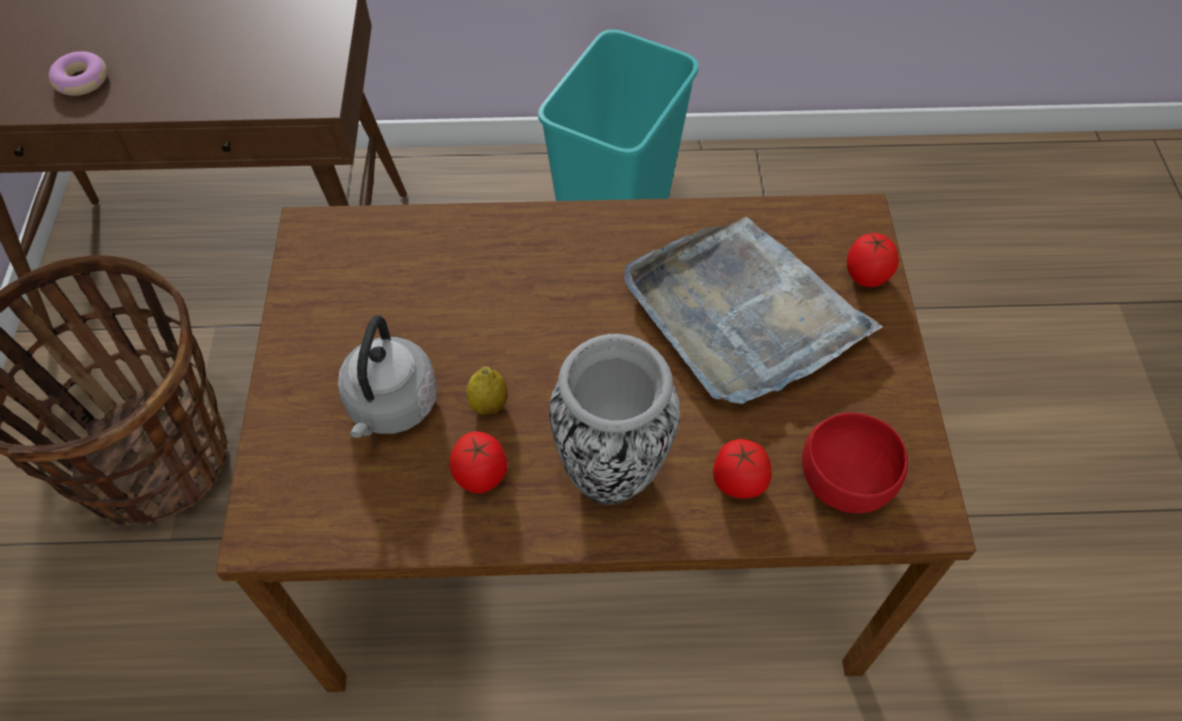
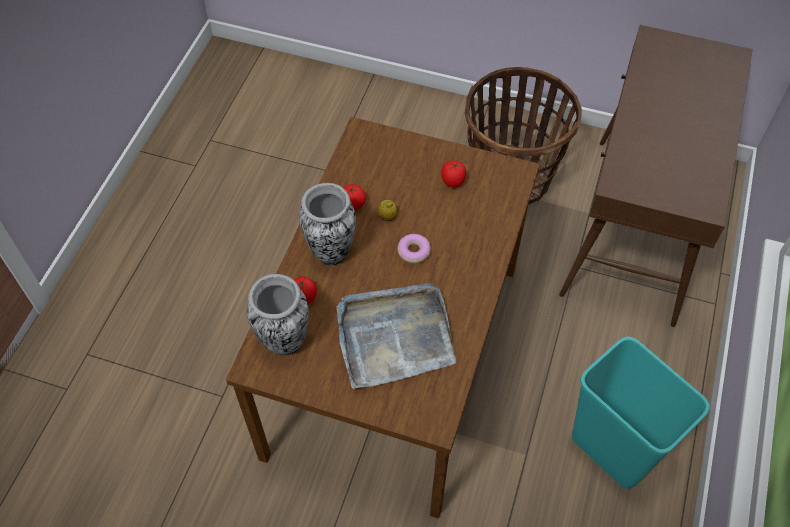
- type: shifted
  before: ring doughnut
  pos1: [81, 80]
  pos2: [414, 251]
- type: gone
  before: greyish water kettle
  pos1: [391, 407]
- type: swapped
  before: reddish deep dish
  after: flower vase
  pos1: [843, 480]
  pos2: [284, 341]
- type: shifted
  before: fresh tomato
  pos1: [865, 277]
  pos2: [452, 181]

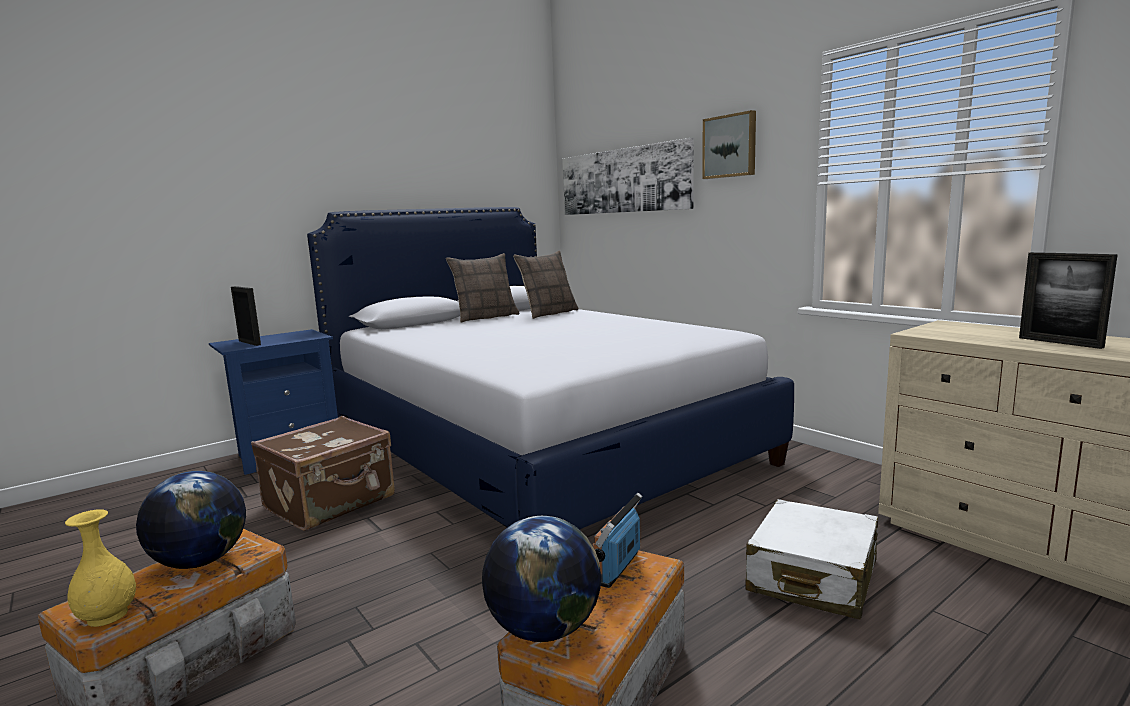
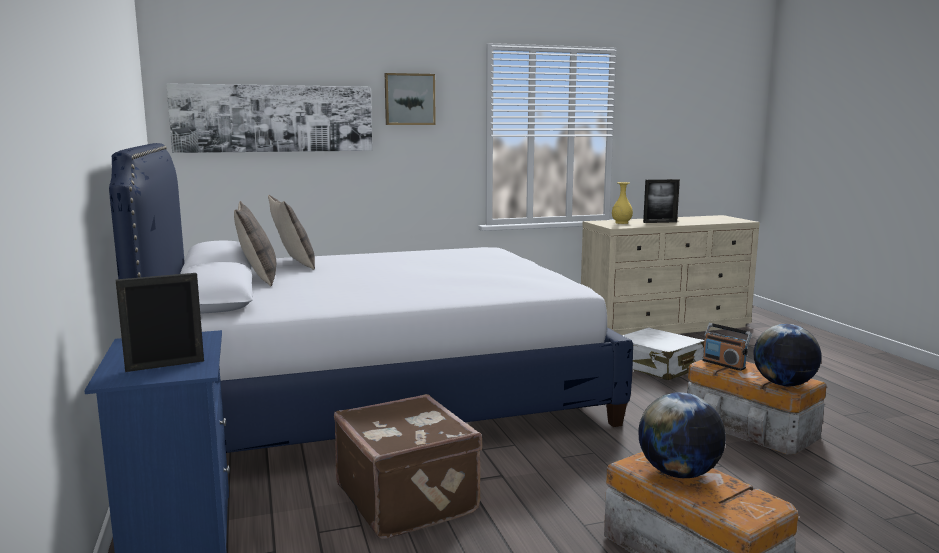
- type: shifted
  before: yellow-coloured flower vase
  pos1: [108, 616]
  pos2: [621, 223]

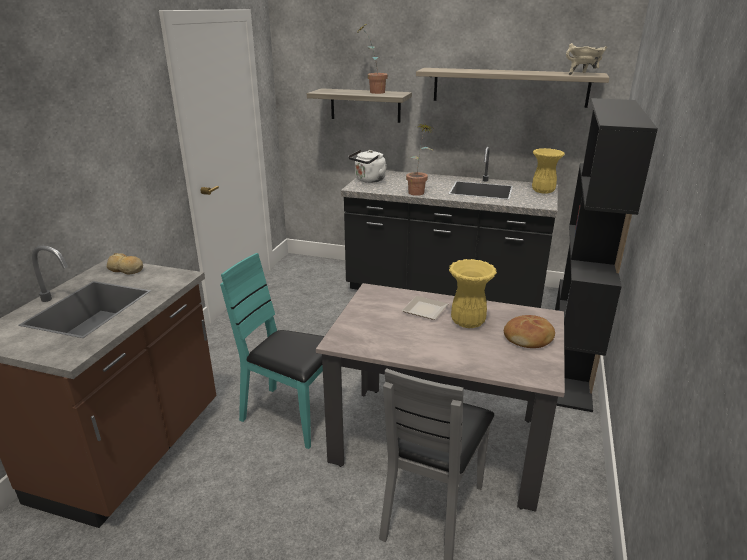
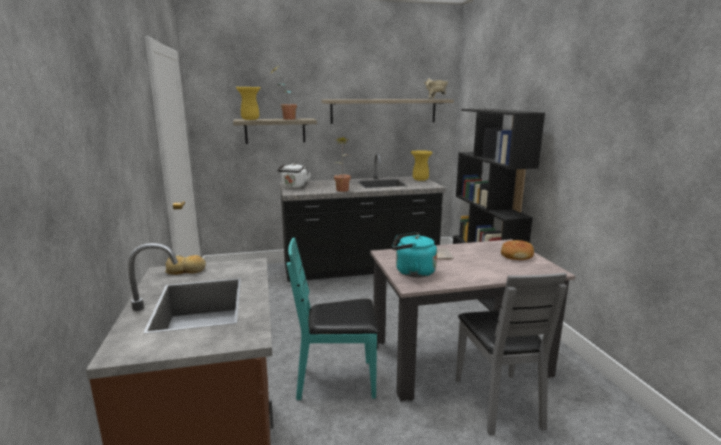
- type: shifted
  before: yellow-coloured flower vase
  pos1: [468, 322]
  pos2: [250, 119]
- type: new
  after: blue-green water kettle
  pos2: [412, 272]

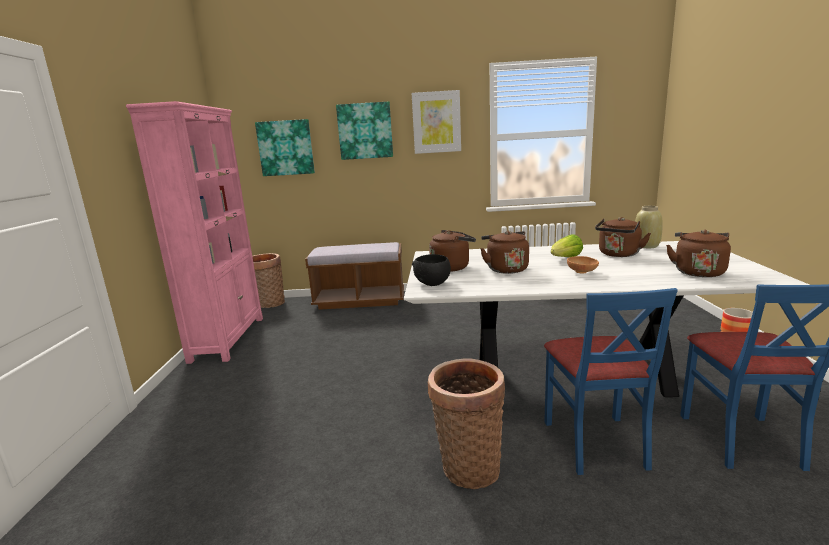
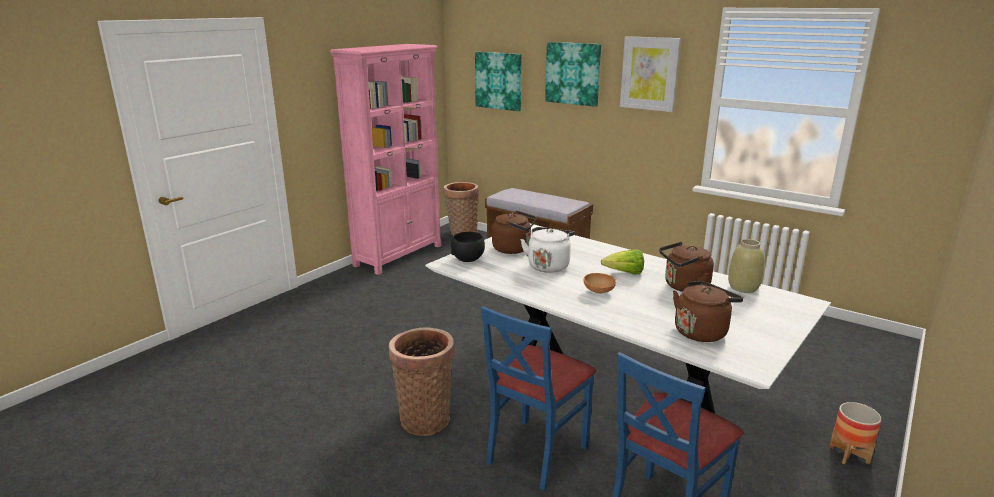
- type: repainted
  before: brown water kettle
  after: white water kettle
  pos1: [505, 269]
  pos2: [548, 265]

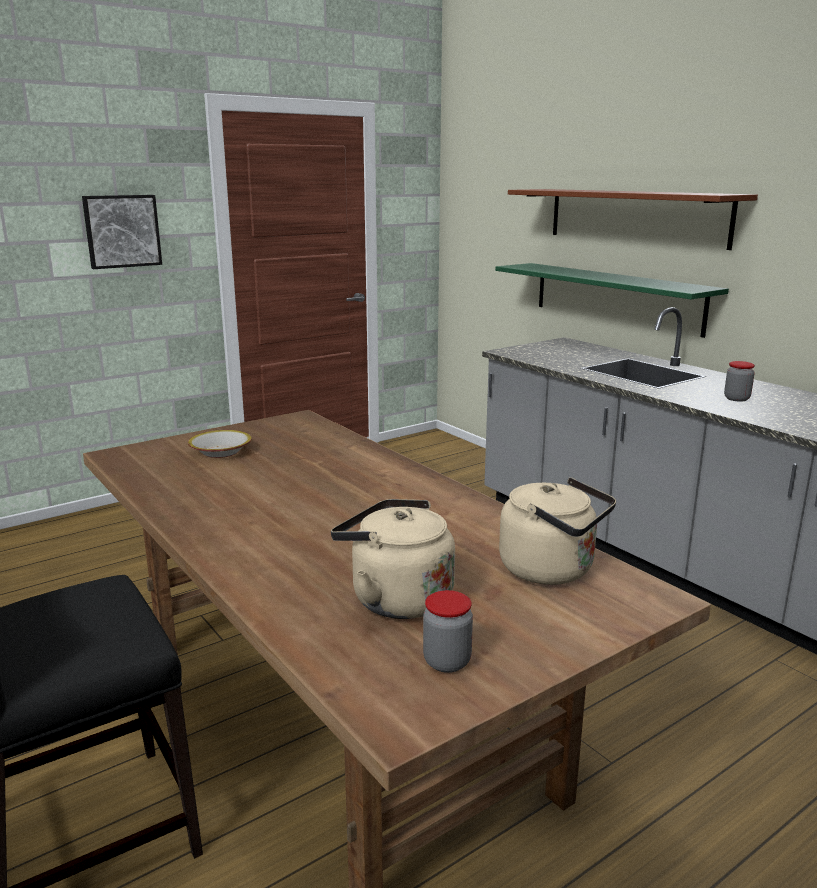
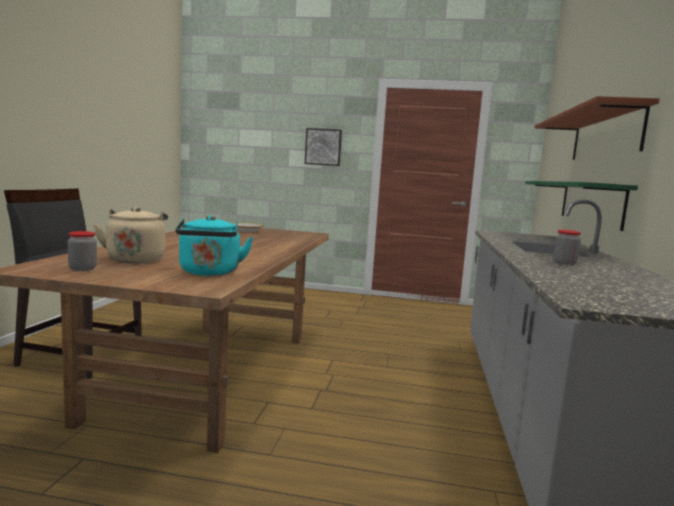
- type: repainted
  before: beige water kettle
  after: blue-green water kettle
  pos1: [552, 570]
  pos2: [210, 273]

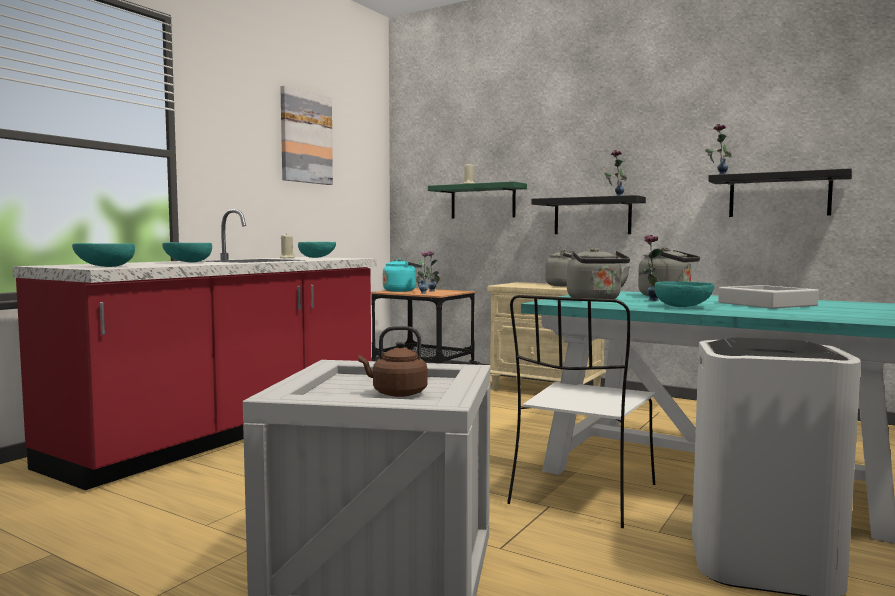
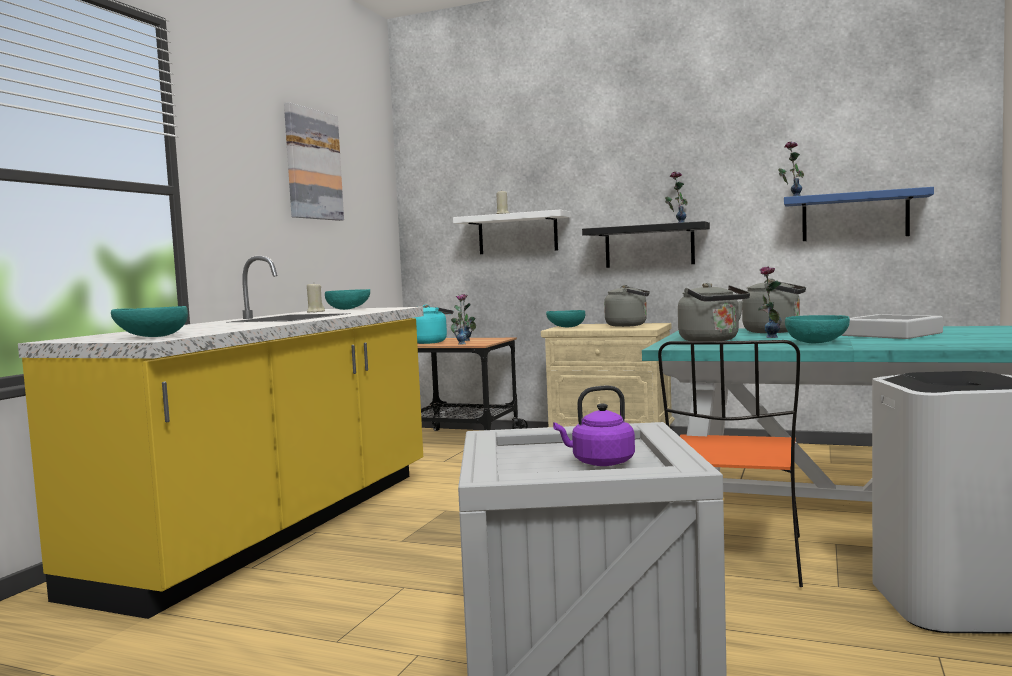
- type: repainted
  before: reddish kitchen counter
  after: yellow-coloured kitchen counter
  pos1: [230, 431]
  pos2: [278, 527]
- type: shifted
  before: blue-green deep dish
  pos1: [187, 262]
  pos2: [565, 327]
- type: repainted
  before: brown water kettle
  after: purple water kettle
  pos1: [396, 393]
  pos2: [599, 462]
- type: repainted
  before: green bracket shelf
  after: white bracket shelf
  pos1: [483, 201]
  pos2: [517, 233]
- type: repainted
  before: white upright chair
  after: orangey upright chair
  pos1: [582, 496]
  pos2: [735, 558]
- type: repainted
  before: black bracket shelf
  after: blue-coloured bracket shelf
  pos1: [779, 195]
  pos2: [854, 216]

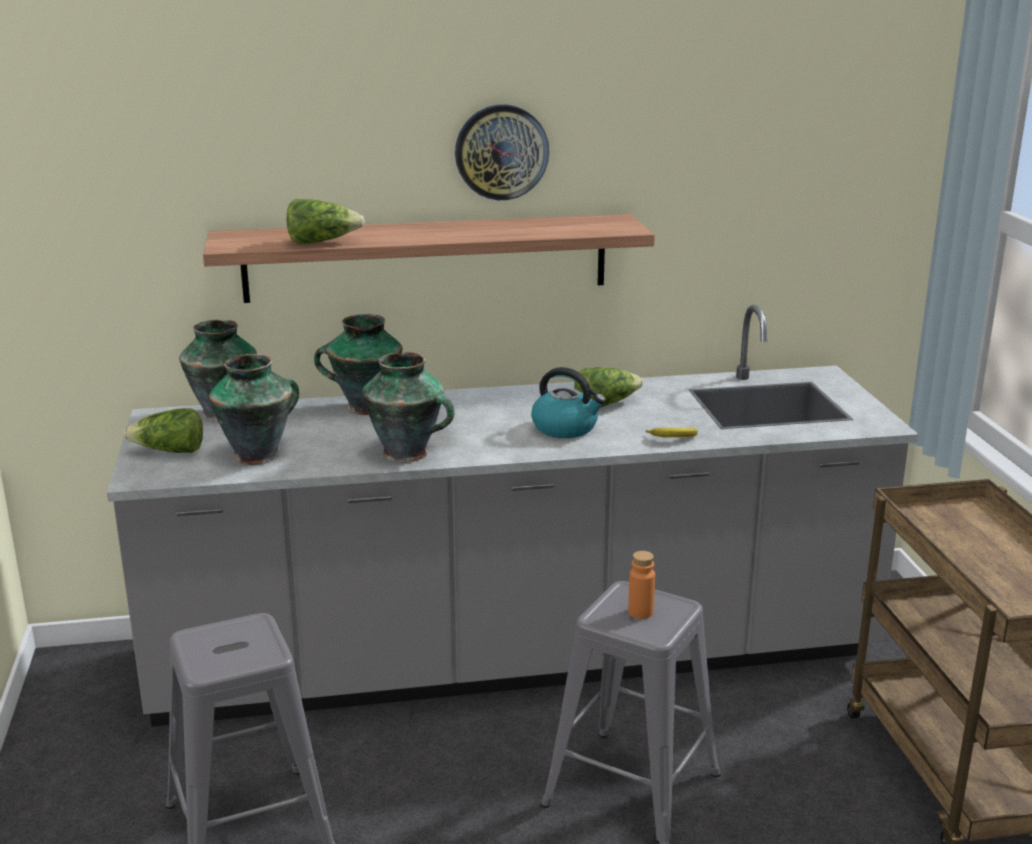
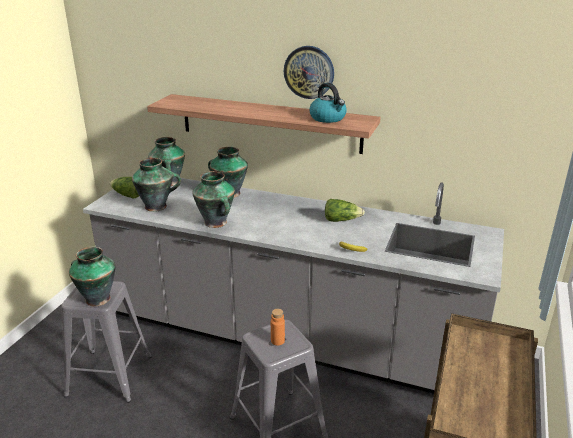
- type: gone
  before: lettuce head
  pos1: [322, 242]
- type: shifted
  before: water kettle
  pos1: [566, 428]
  pos2: [328, 118]
- type: new
  after: flower vase
  pos2: [97, 299]

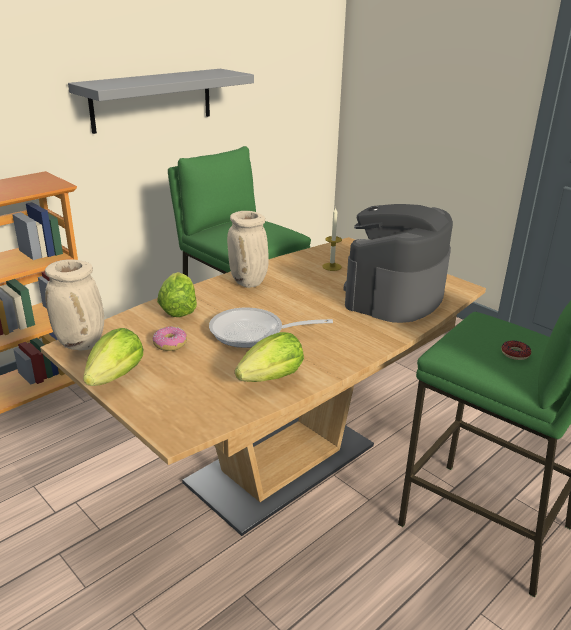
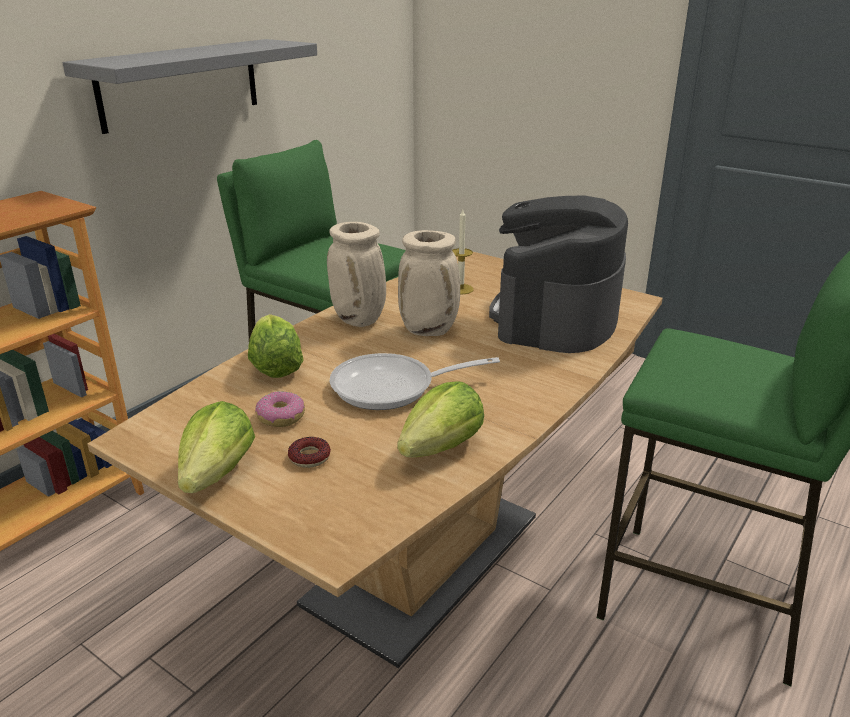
- type: shifted
  before: beige flower vase
  pos1: [82, 344]
  pos2: [430, 330]
- type: shifted
  before: ring doughnut
  pos1: [515, 353]
  pos2: [309, 457]

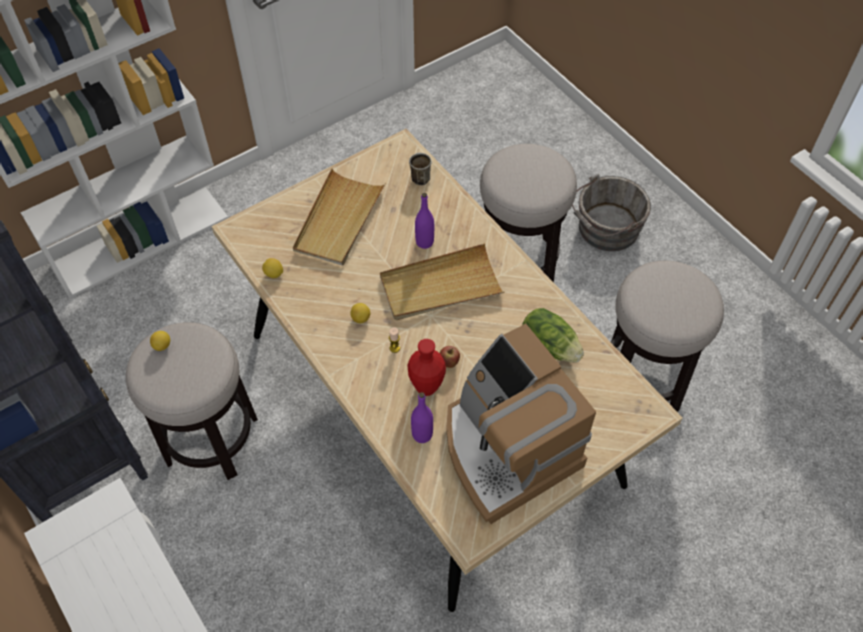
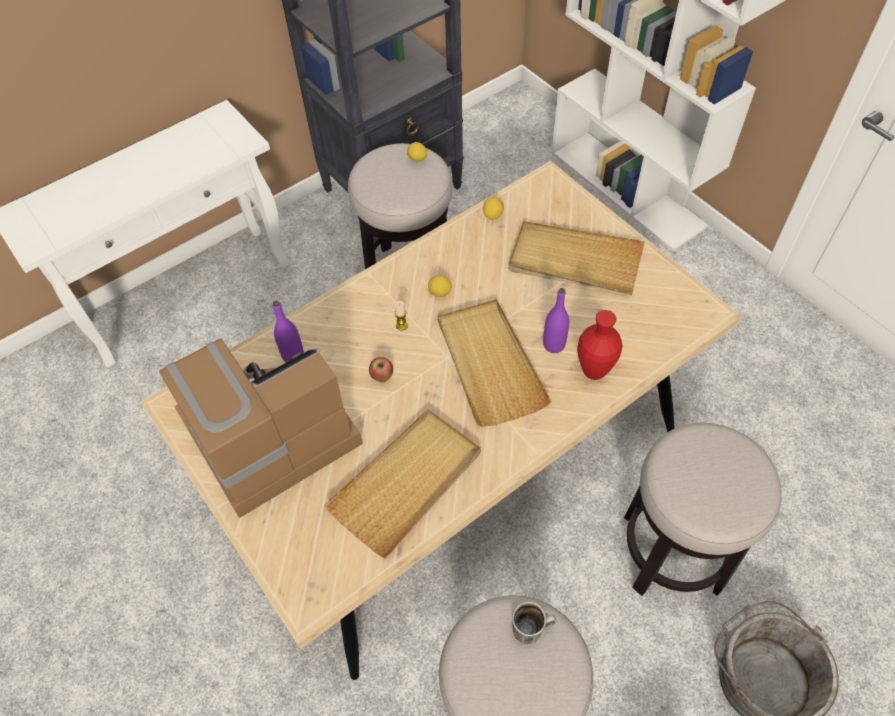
- type: shifted
  before: reddish flower vase
  pos1: [426, 387]
  pos2: [594, 371]
- type: shifted
  before: mug
  pos1: [419, 177]
  pos2: [531, 628]
- type: swapped
  before: lettuce head
  after: beige carrying tray
  pos1: [550, 345]
  pos2: [407, 483]

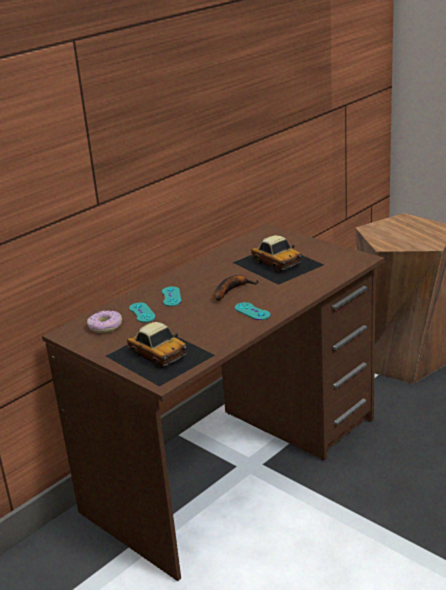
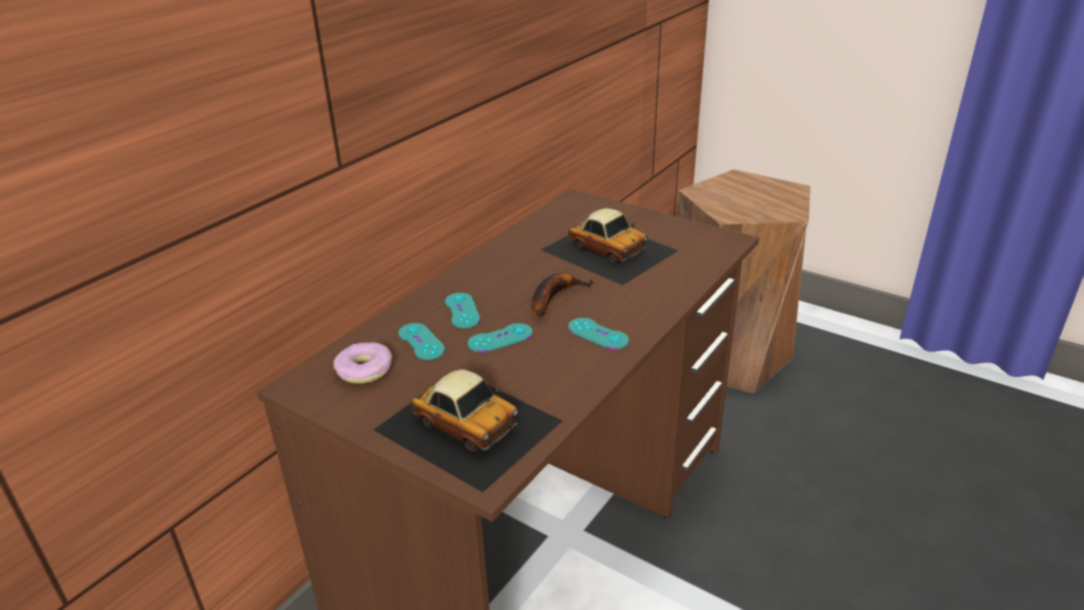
- type: new
  after: blue-green game controller
  pos2: [500, 338]

